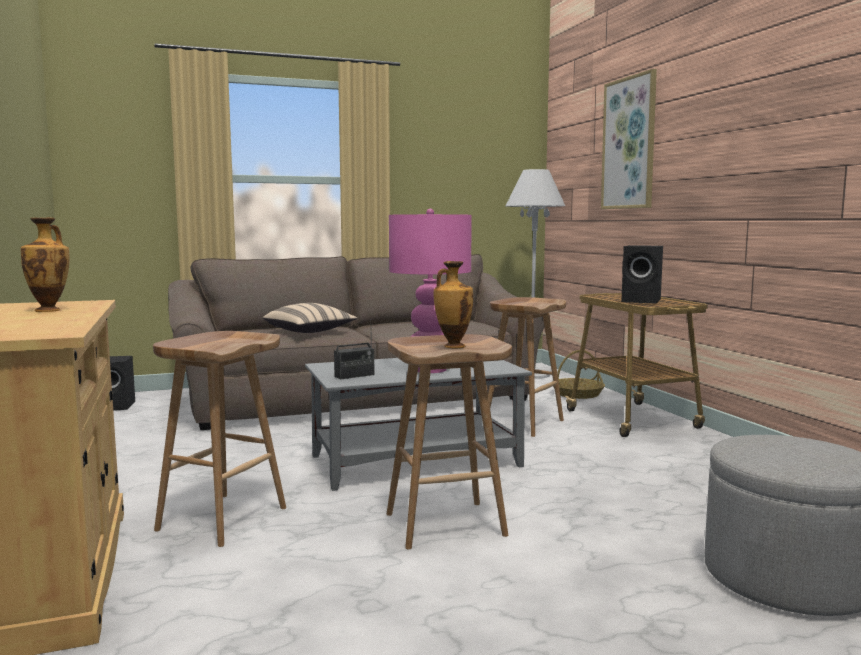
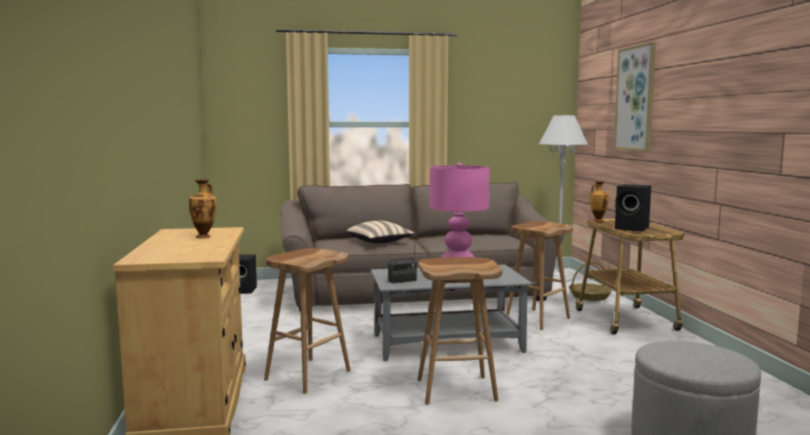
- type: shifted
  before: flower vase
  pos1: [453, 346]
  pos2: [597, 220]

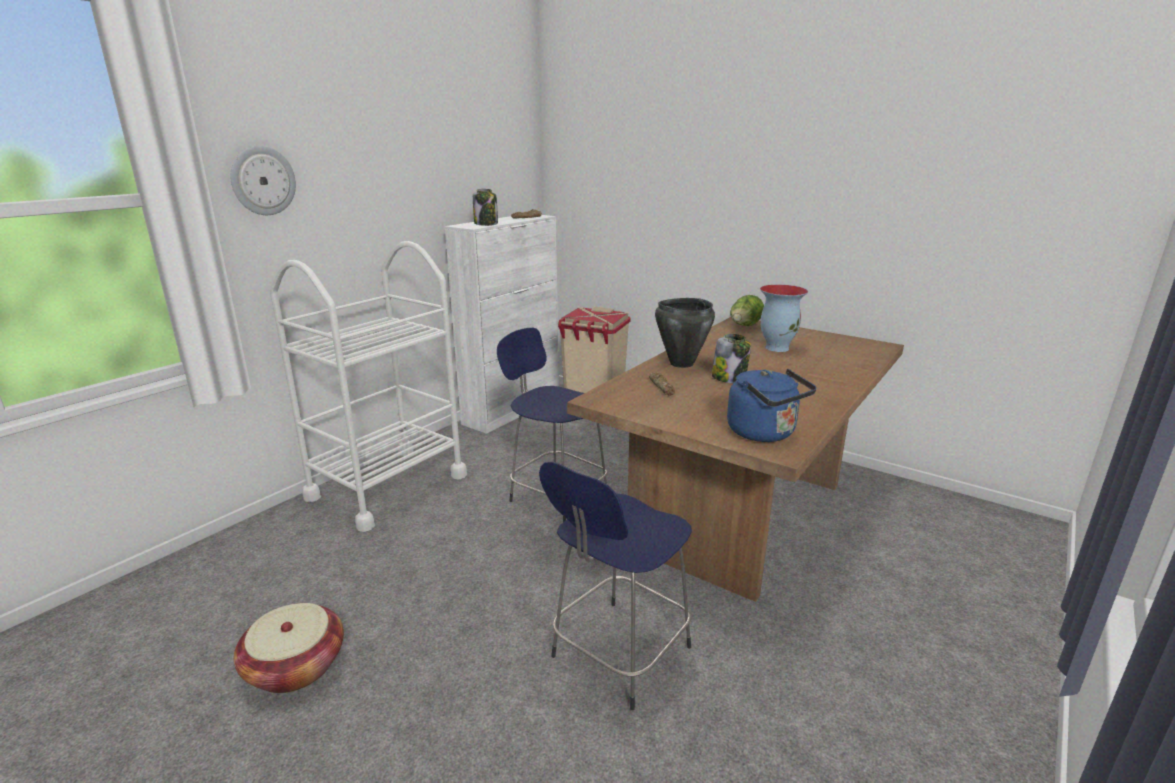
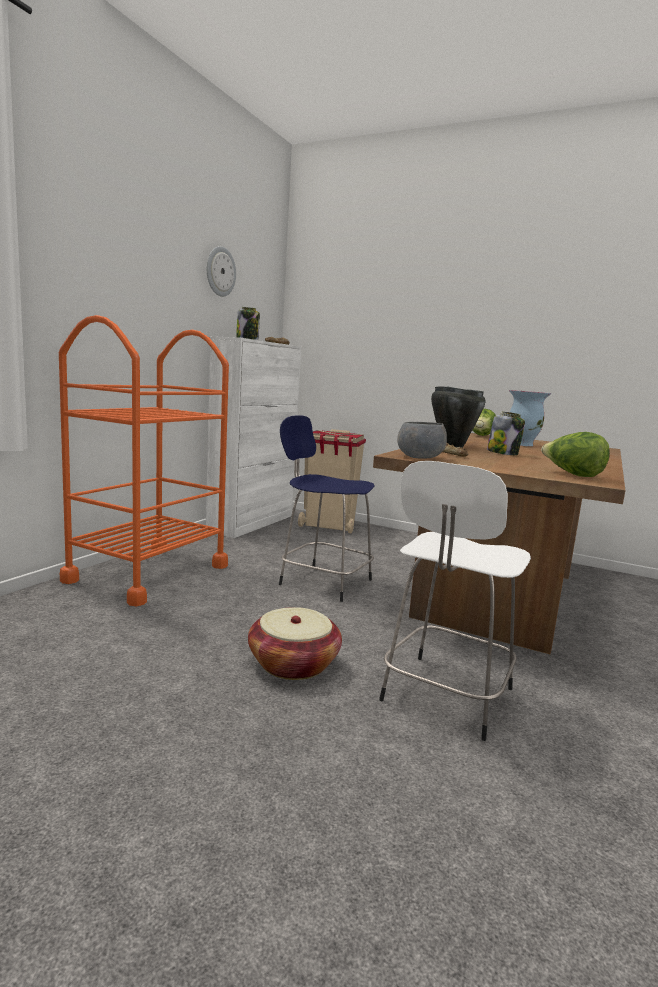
- type: shifted
  before: wall clock
  pos1: [263, 181]
  pos2: [220, 271]
- type: shifted
  before: household basket
  pos1: [295, 667]
  pos2: [293, 664]
- type: repainted
  before: white trolley
  after: orangey trolley
  pos1: [387, 487]
  pos2: [148, 573]
- type: repainted
  before: blue-coloured stool
  after: white stool
  pos1: [618, 655]
  pos2: [445, 697]
- type: swapped
  before: blue-coloured water kettle
  after: lettuce head
  pos1: [764, 433]
  pos2: [572, 475]
- type: new
  after: greyish deep dish
  pos2: [419, 457]

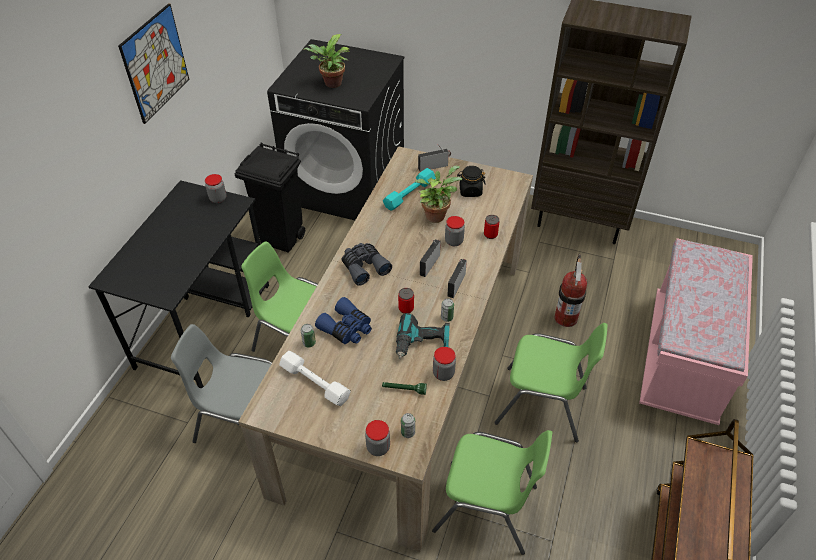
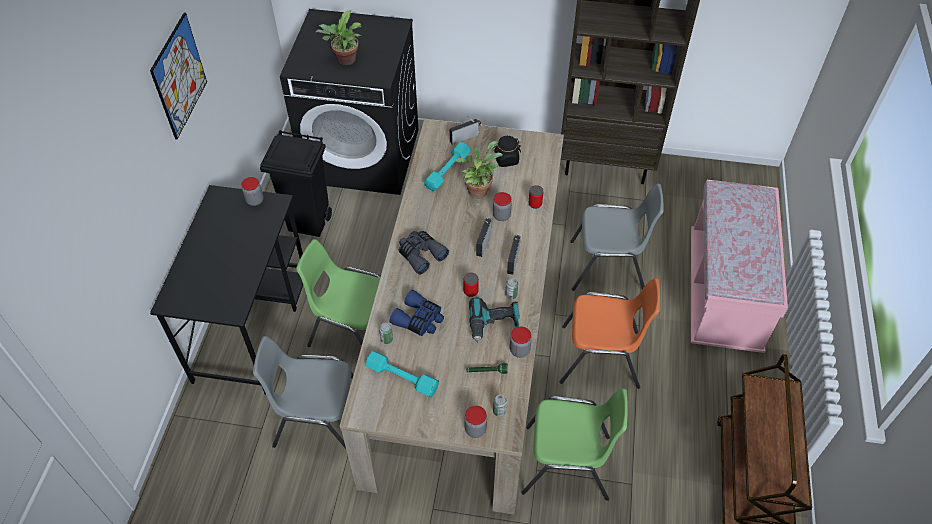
- type: repainted
  before: white dumbbell
  after: blue-green dumbbell
  pos1: [314, 383]
  pos2: [402, 377]
- type: repainted
  before: green upright chair
  after: orangey upright chair
  pos1: [542, 405]
  pos2: [601, 358]
- type: swapped
  before: fire-fighting cylinder
  after: greyish upright chair
  pos1: [566, 318]
  pos2: [608, 267]

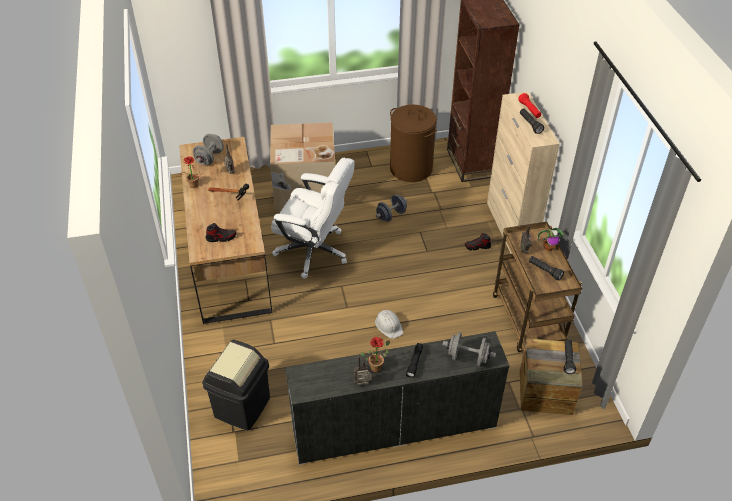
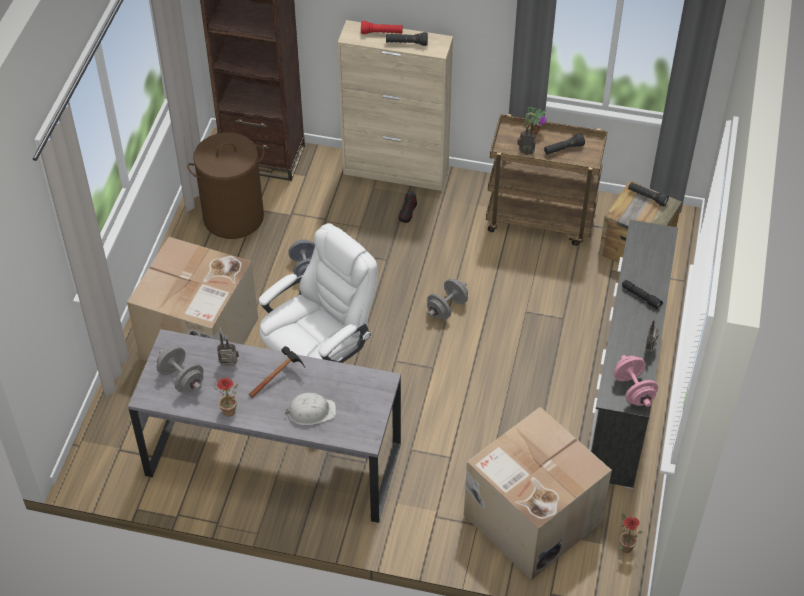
- type: repainted
  before: brown desk
  after: greyish desk
  pos1: [229, 256]
  pos2: [274, 459]
- type: swapped
  before: black rubbish bin
  after: packing box
  pos1: [242, 407]
  pos2: [530, 518]
- type: gone
  before: item of footwear
  pos1: [221, 237]
- type: shifted
  before: plant in a pot
  pos1: [377, 366]
  pos2: [624, 545]
- type: shifted
  before: white hard hat
  pos1: [389, 325]
  pos2: [311, 411]
- type: shifted
  before: greyish dumbbell
  pos1: [467, 357]
  pos2: [447, 308]
- type: new
  after: pink-coloured dumbbell
  pos2: [633, 390]

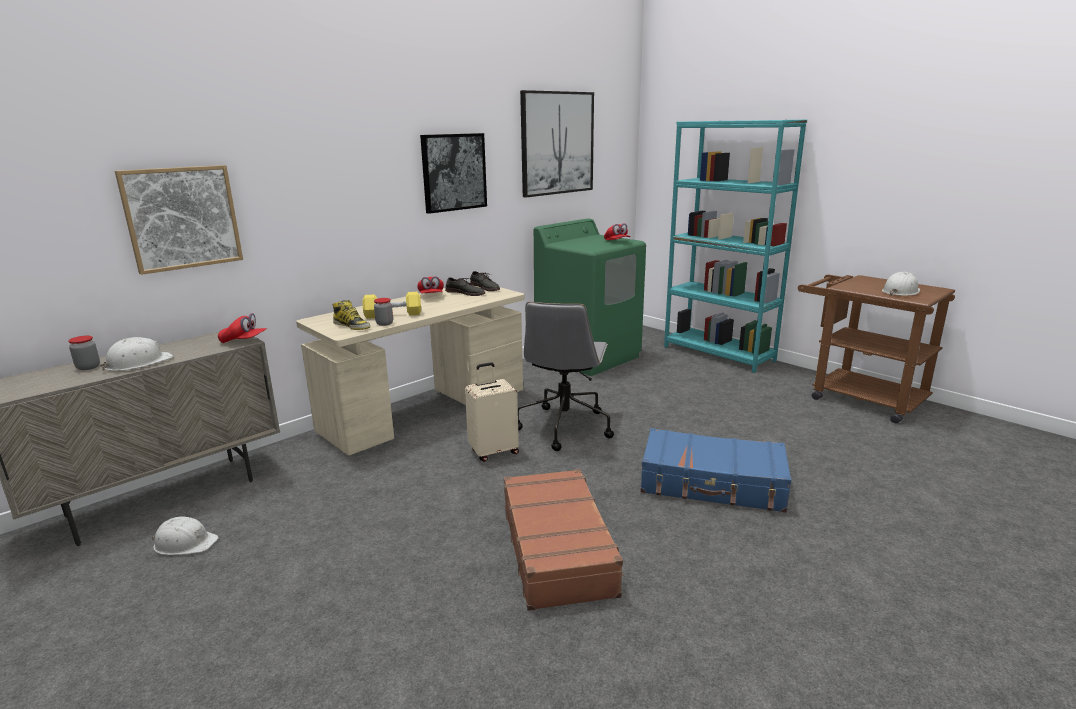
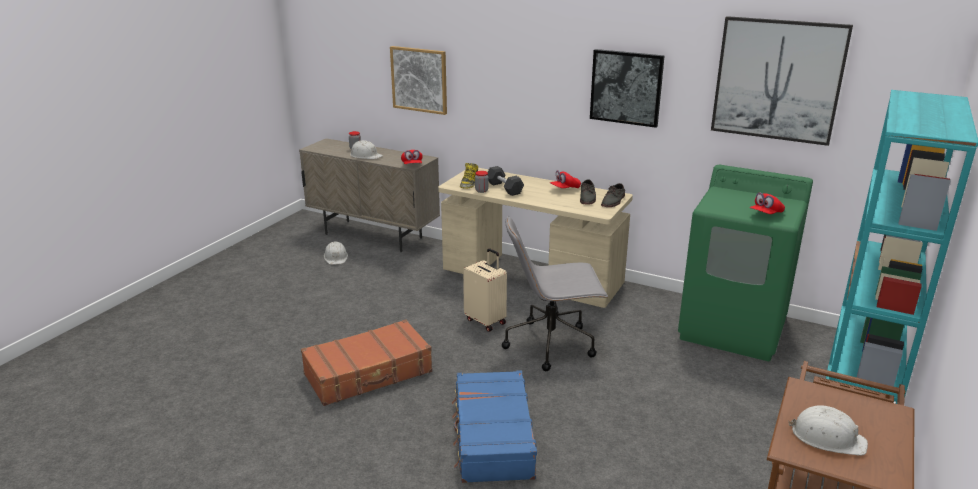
- type: repainted
  before: yellow-coloured dumbbell
  after: black dumbbell
  pos1: [393, 315]
  pos2: [504, 188]

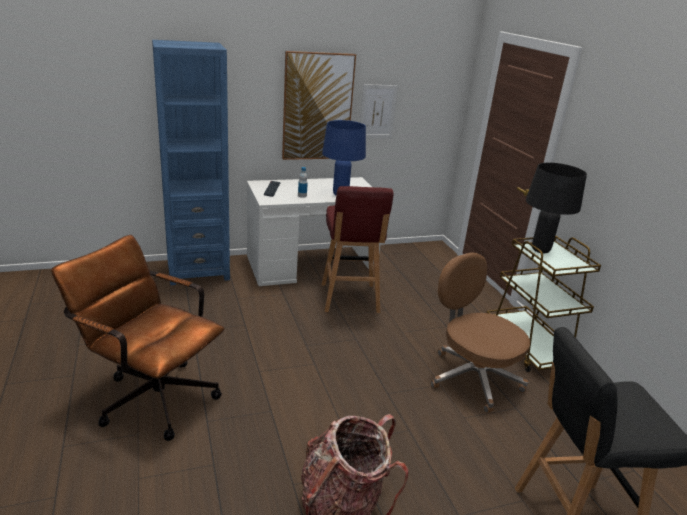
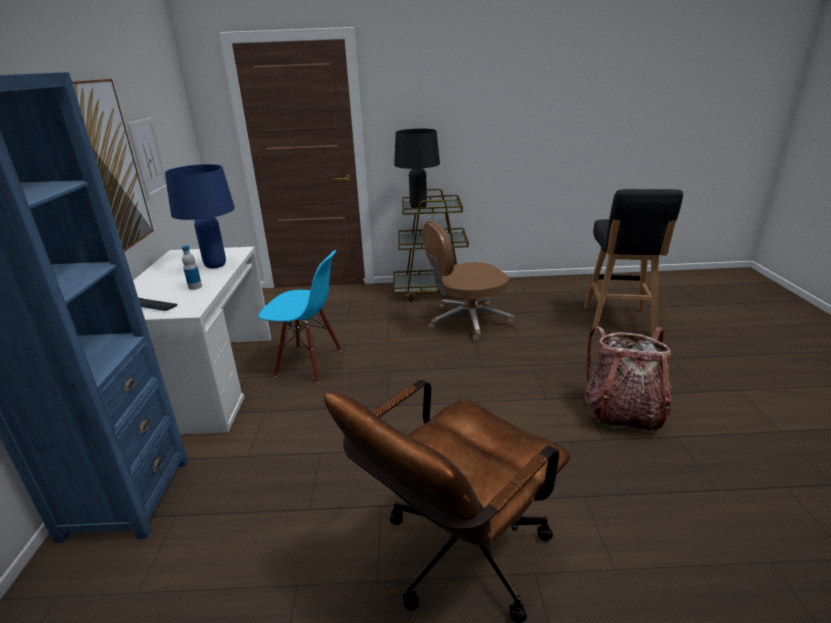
- type: swapped
  before: reddish stool
  after: blue-coloured upright chair
  pos1: [349, 299]
  pos2: [309, 363]

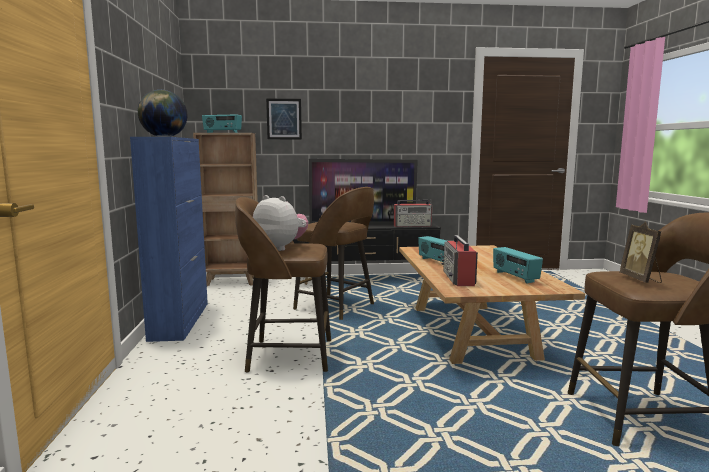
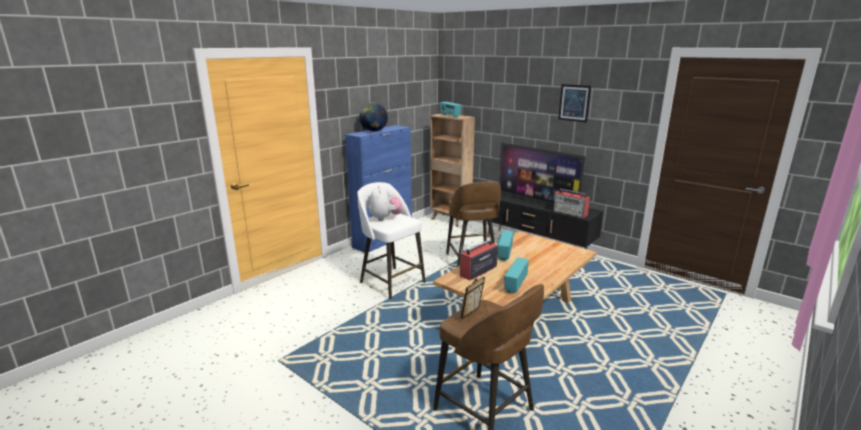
- type: repainted
  before: brown stool
  after: white stool
  pos1: [287, 355]
  pos2: [391, 282]
- type: shifted
  before: picture
  pos1: [284, 119]
  pos2: [574, 103]

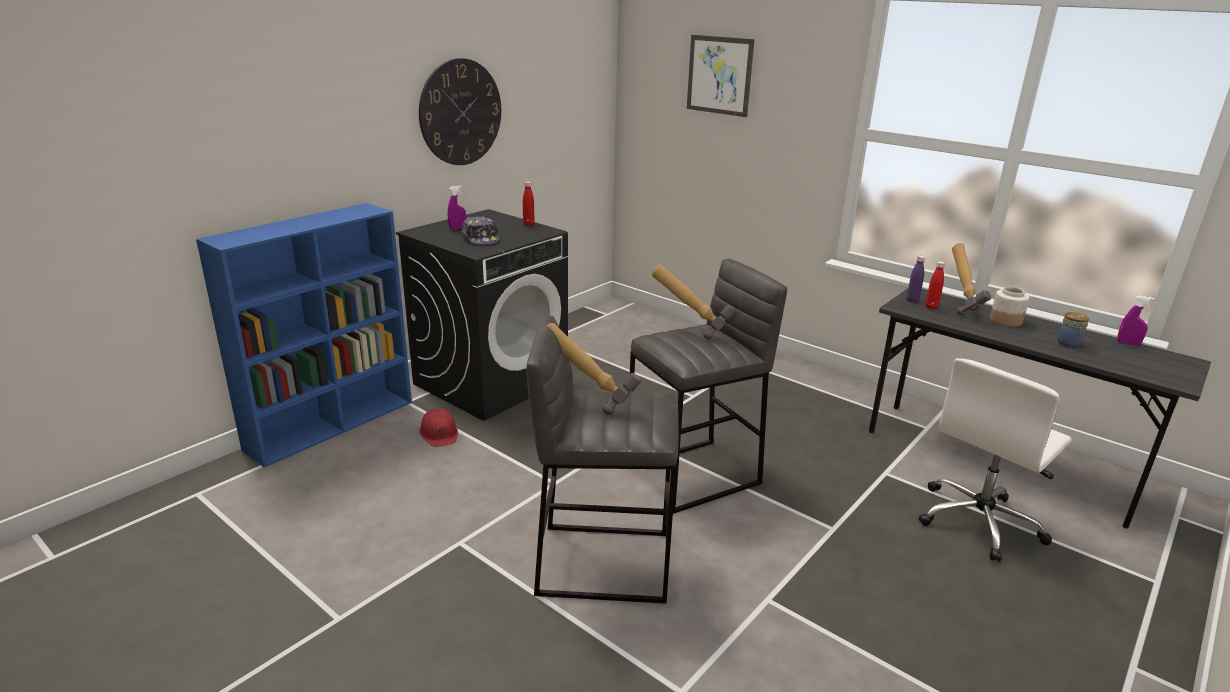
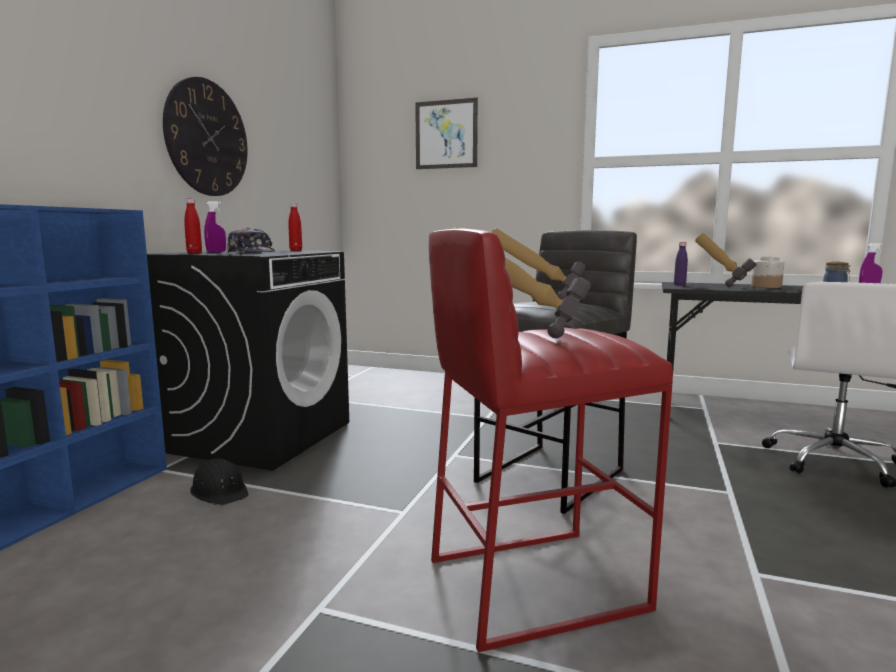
- type: repainted
  before: reddish hard hat
  after: black hard hat
  pos1: [439, 433]
  pos2: [220, 491]
- type: repainted
  before: greyish stool
  after: reddish stool
  pos1: [602, 561]
  pos2: [532, 582]
- type: shifted
  before: reddish drink bottle
  pos1: [931, 307]
  pos2: [194, 253]

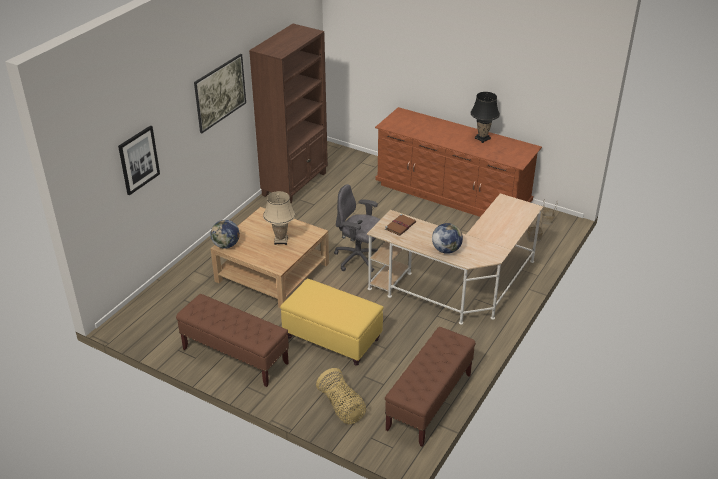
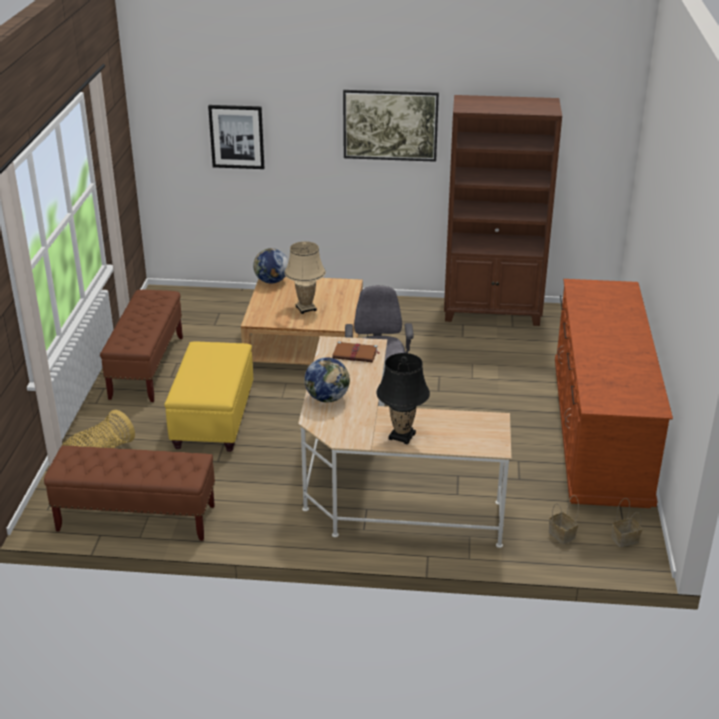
- type: shifted
  before: black lamp for a table
  pos1: [482, 138]
  pos2: [402, 436]

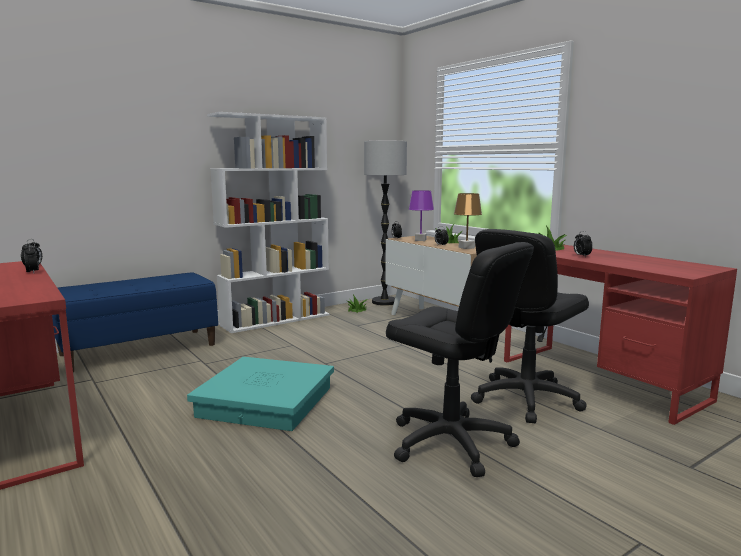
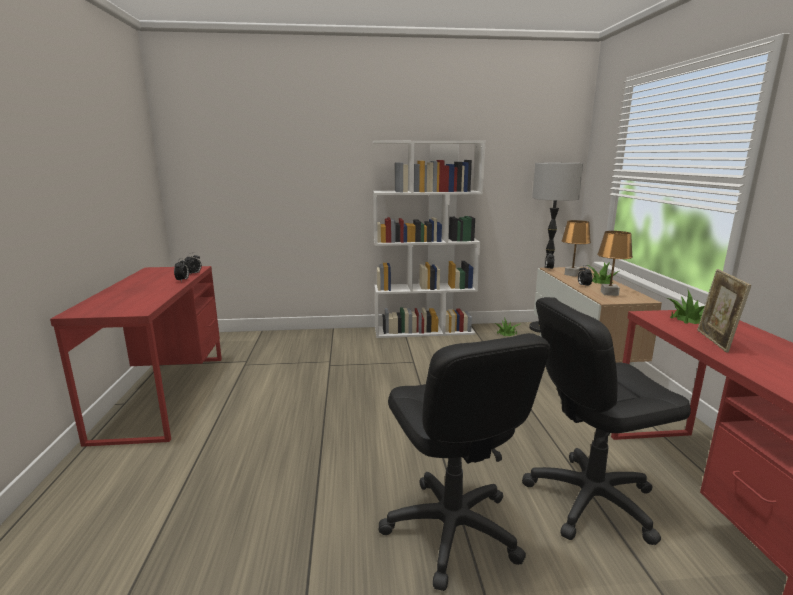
- type: gone
  before: blue-coloured indoor bench
  pos1: [139, 349]
- type: gone
  before: blue-green storage container
  pos1: [266, 402]
- type: repainted
  before: purple lamp for a table
  after: brown lamp for a table
  pos1: [420, 240]
  pos2: [572, 274]
- type: swapped
  before: bedside clock
  after: photo frame
  pos1: [581, 256]
  pos2: [715, 341]

